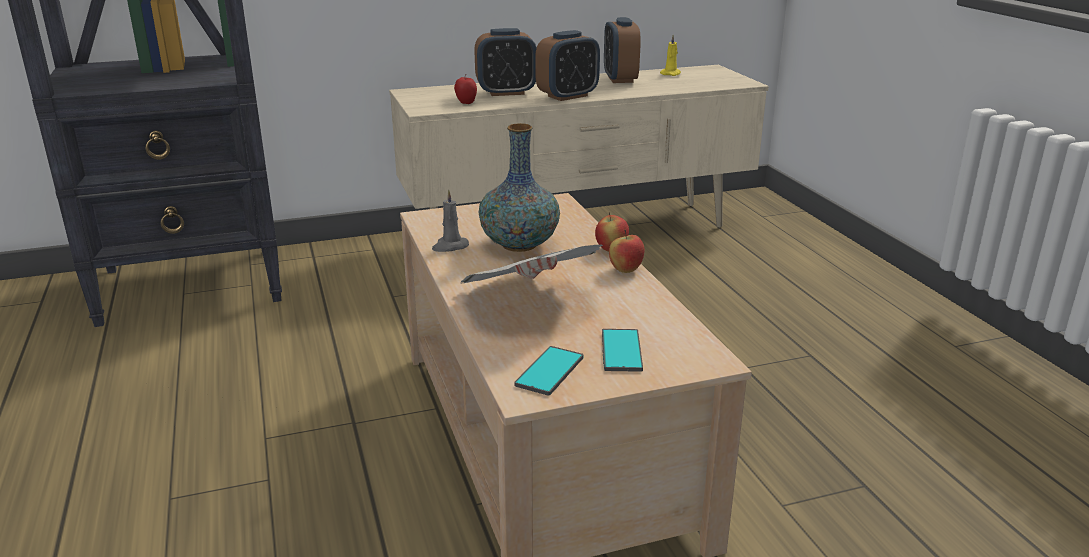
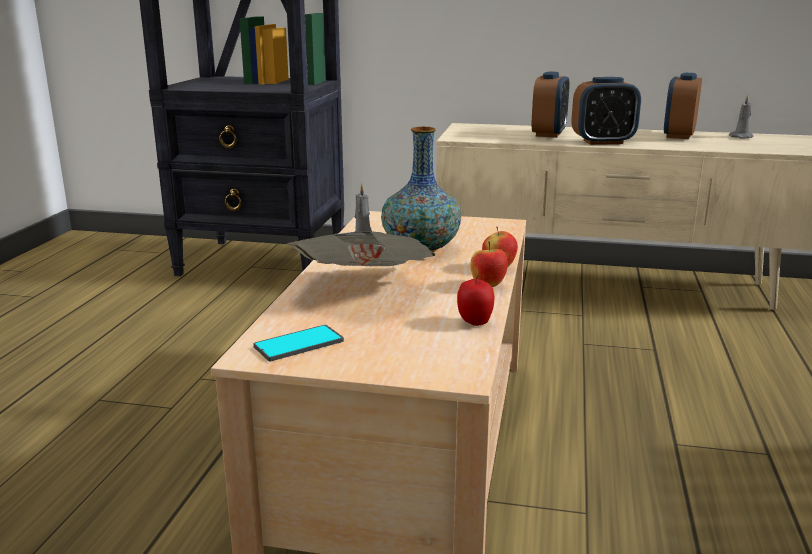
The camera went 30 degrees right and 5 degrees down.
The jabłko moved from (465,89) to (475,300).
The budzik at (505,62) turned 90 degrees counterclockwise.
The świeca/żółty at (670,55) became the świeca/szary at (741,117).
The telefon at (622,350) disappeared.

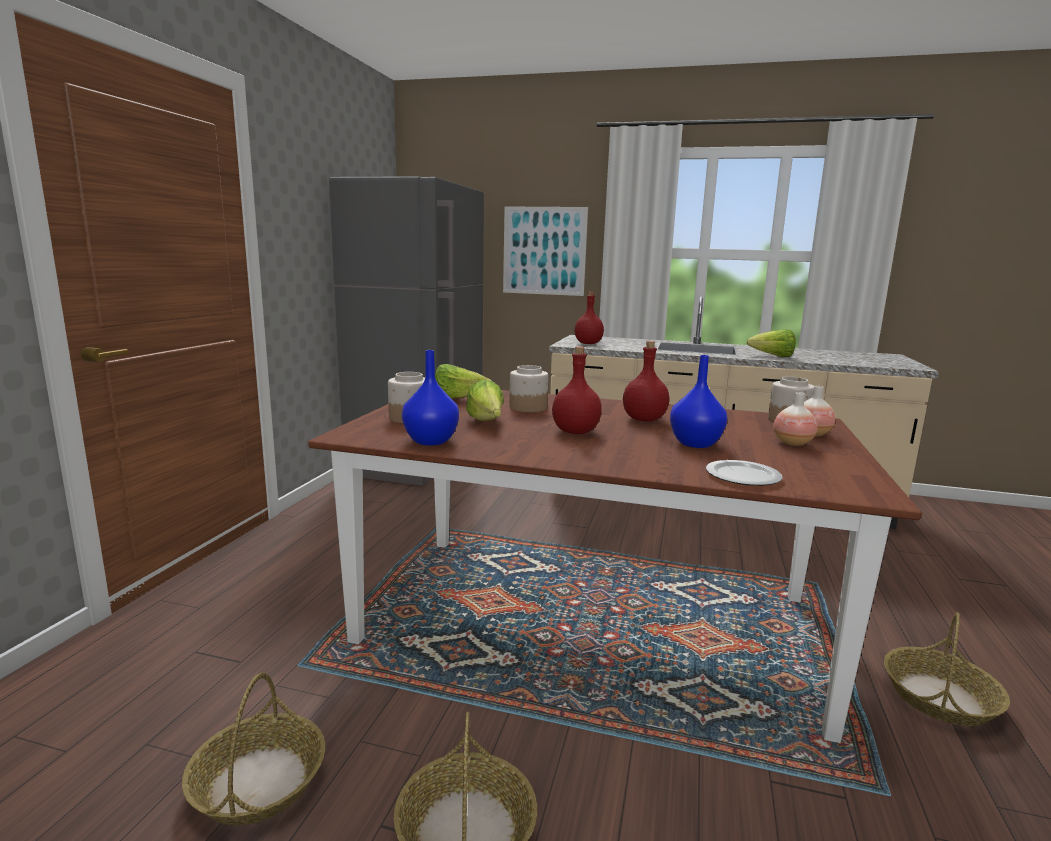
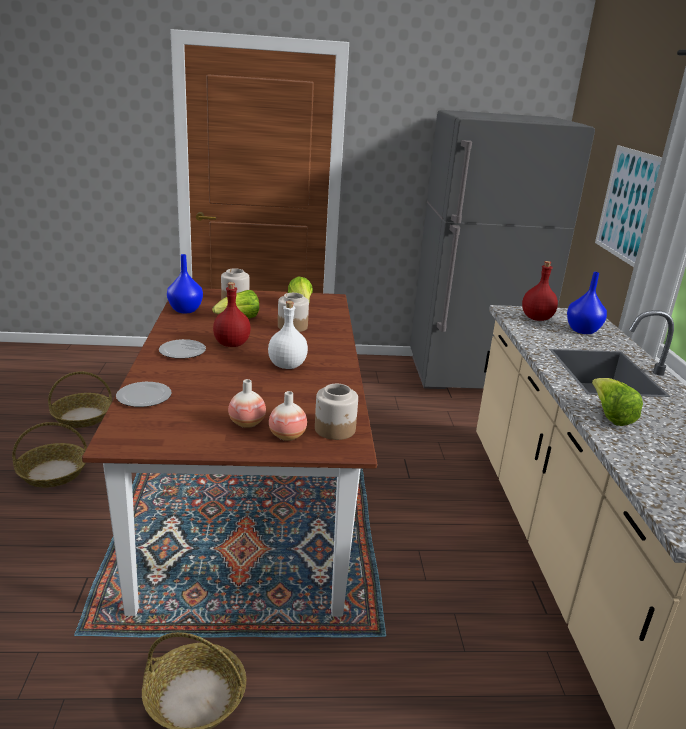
The camera went 70 degrees right and 10 degrees up.
The talerz at (182,349) appeared.
The butelka/czerwony at (646,381) became the butelka/biały at (288,335).
The wazon/niebieski moved from (698,401) to (587,303).

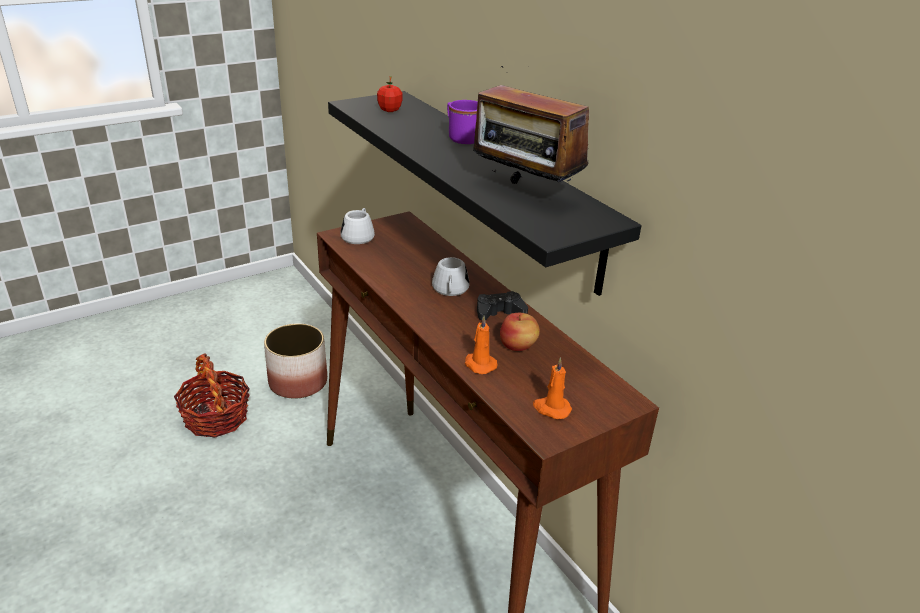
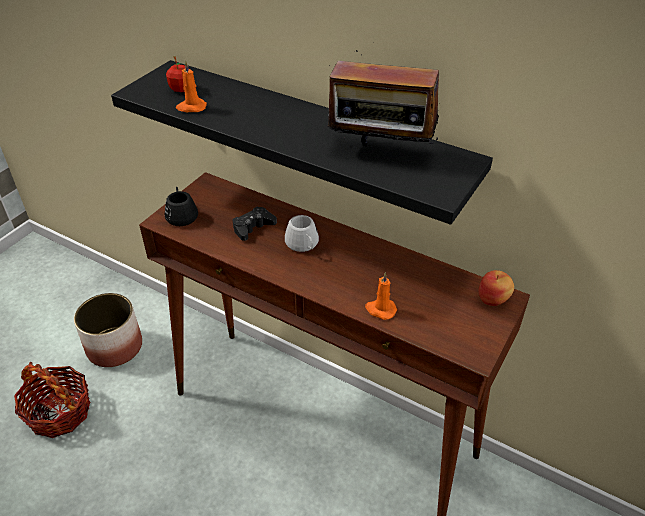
The camera went 25 degrees left and 10 degrees up.
The kubek/biały at (358,226) became the kubek/czarny at (181,206).
The świeca/pomarańczowy moved from (552,388) to (191,86).
The pad do gier/czarny moved from (502,305) to (255,223).
The jabłko moved from (520,332) to (496,288).
The kubek/fioletowy at (462,122) disappeared.

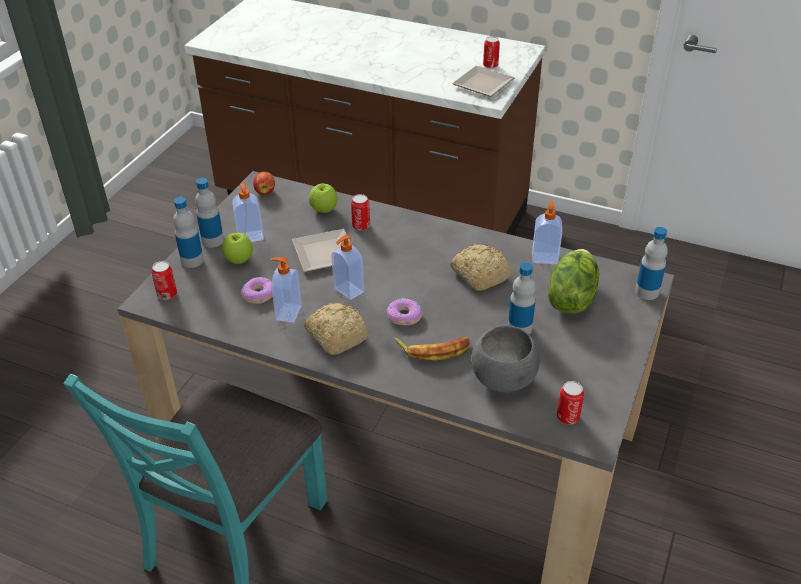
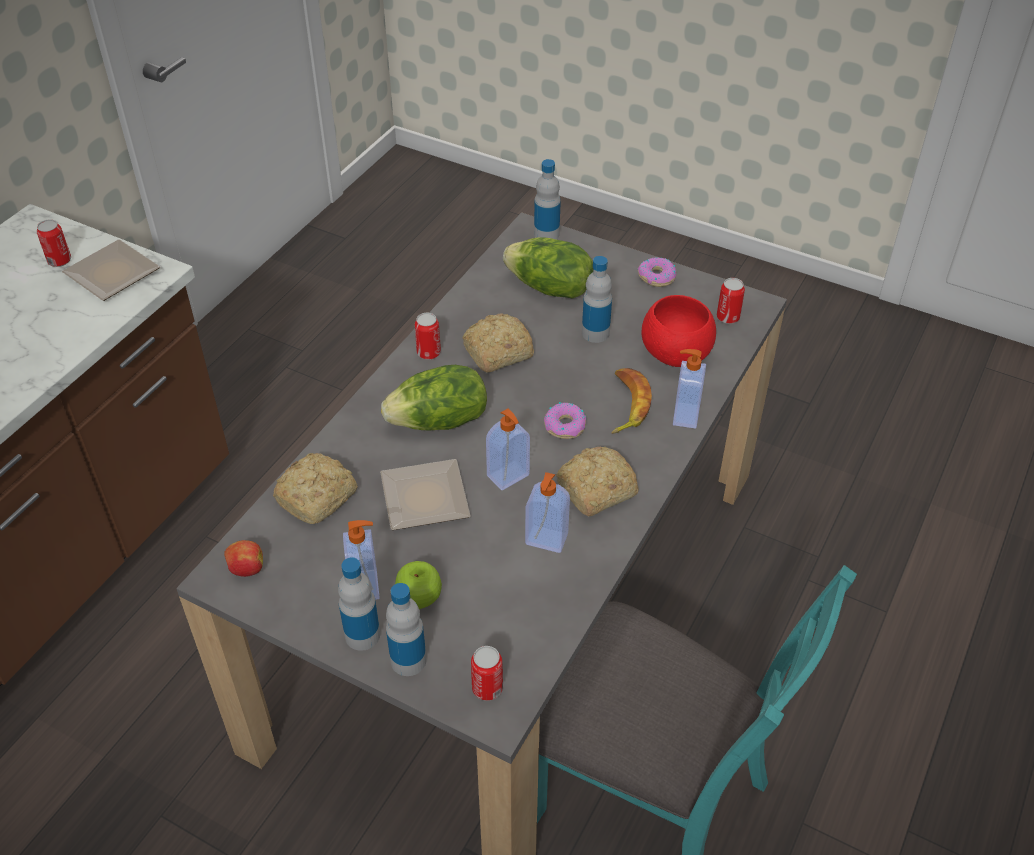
The camera went 85 degrees left and 5 degrees up.
The jabłko at (323,198) was replaced by the chleb at (315,488).
The sałata at (434,397) appeared.
The puszka moved from (360,212) to (428,336).
The donut moved from (257,290) to (657,272).
The miska/szary at (505,359) became the miska/czerwony at (678,331).
The dozownik mydła moved from (547,232) to (689,389).

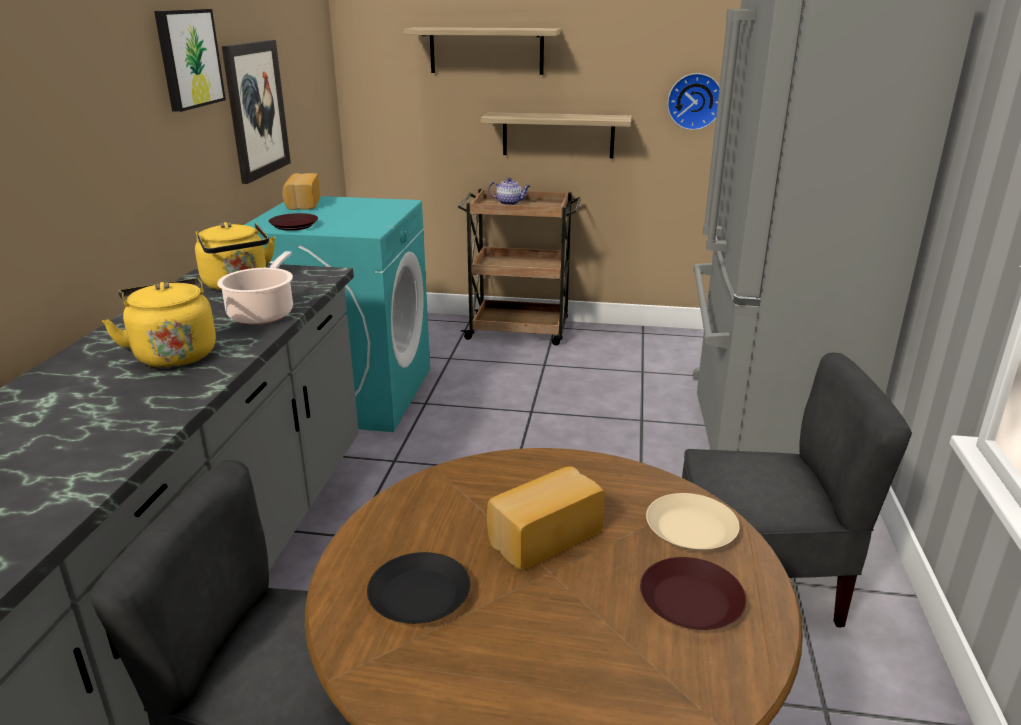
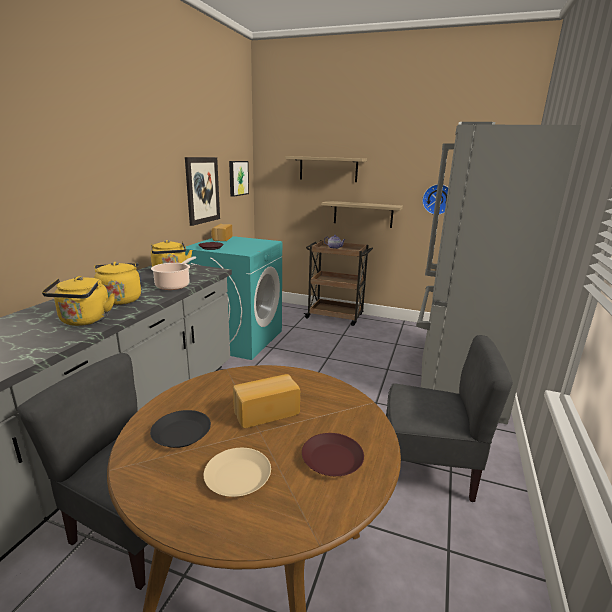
The camera went 10 degrees right and 5 degrees down.
The czajnik/żółty at (78,301) appeared.
The talerz/beżowy moved from (693,522) to (237,472).
The obraz moved from (190,60) to (239,179).

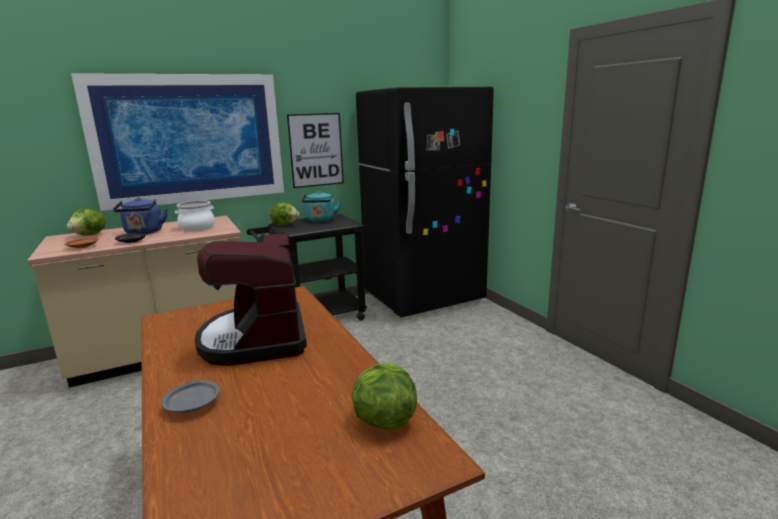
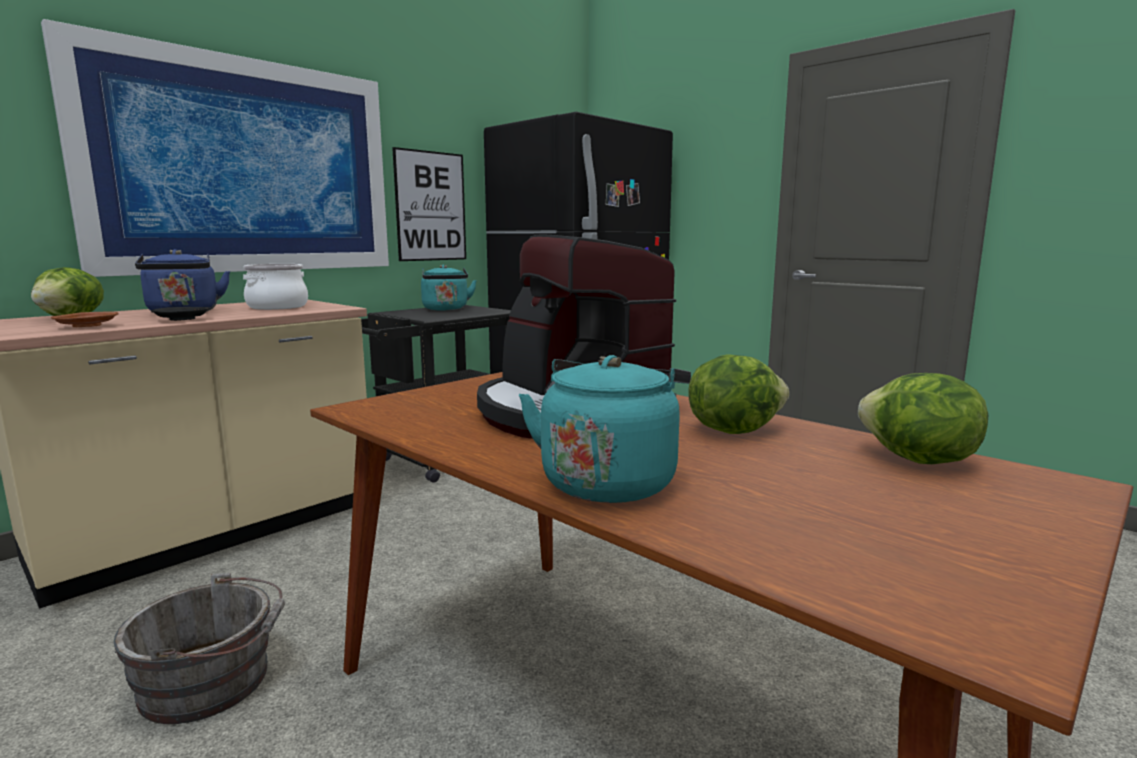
The camera went 20 degrees left and 5 degrees down.
The wiadro/szary at (199,648) appeared.
The talerz/szary at (190,396) was replaced by the czajnik/turkusowy at (605,429).
The sałata moved from (284,213) to (738,394).

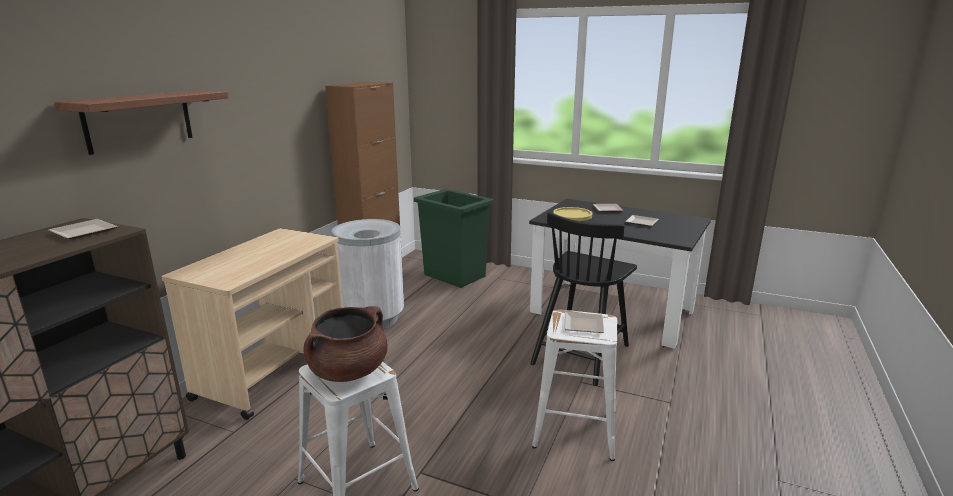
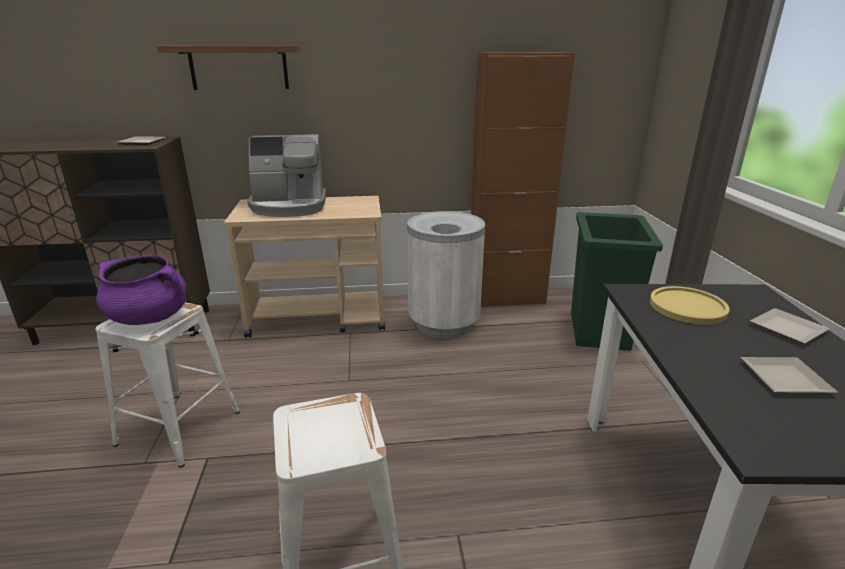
The camera went 60 degrees right and 5 degrees up.
The garnek/brązowy at (345,344) became the garnek/fioletowy at (141,290).
The ekspres do kawy at (286,175) appeared.
The krzesło/czarny at (583,299) disappeared.
The talerz at (584,322) disappeared.

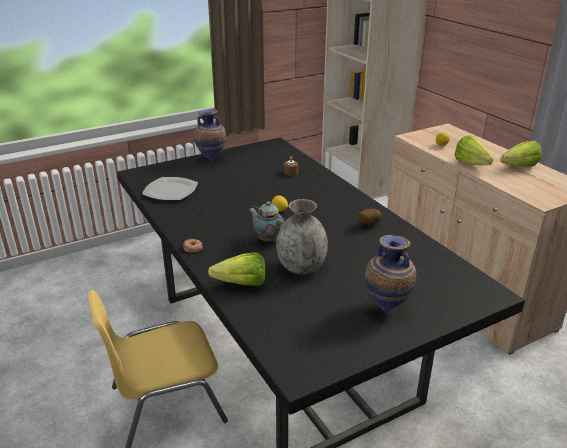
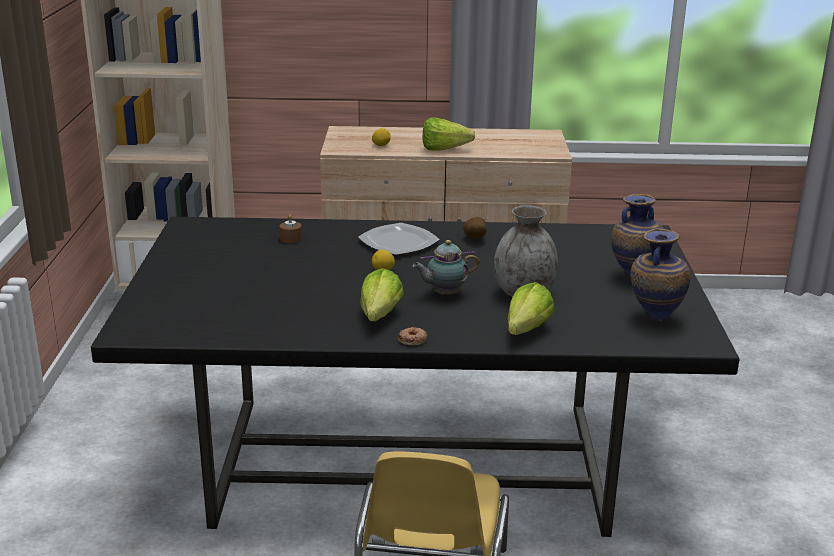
The camera went 60 degrees left and 5 degrees down.
The talerz moved from (170,188) to (399,239).
The sałata moved from (521,153) to (382,294).
The wazon moved from (210,135) to (660,274).

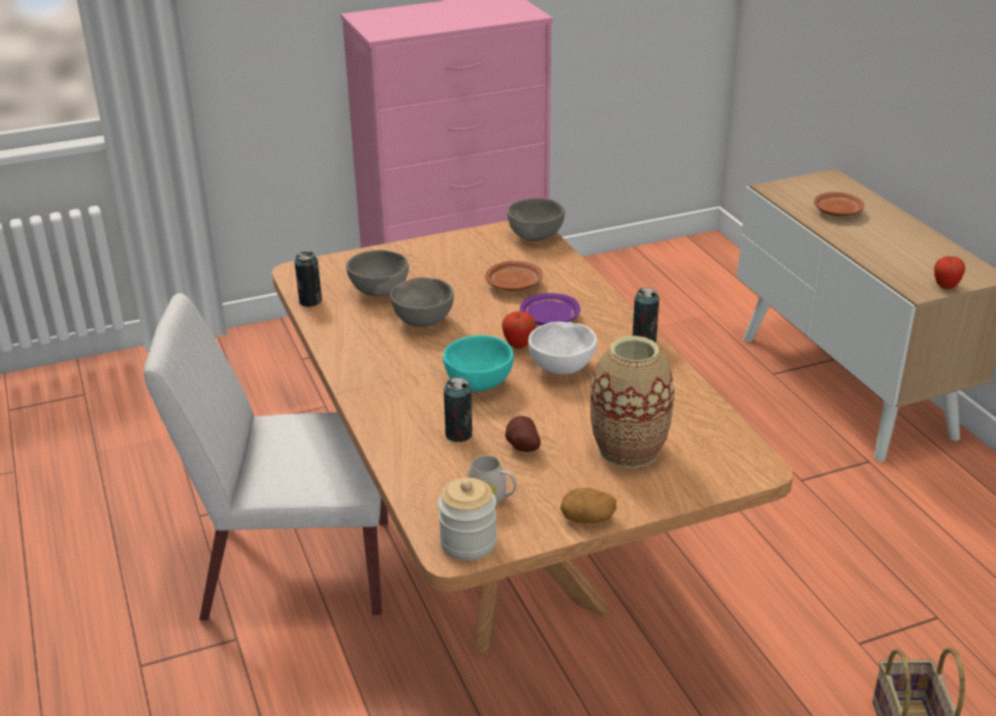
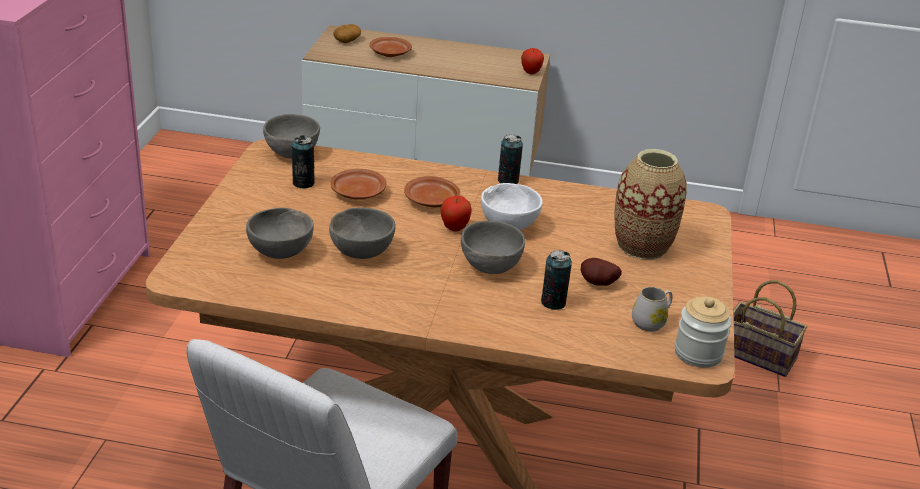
The camera went 60 degrees left and 0 degrees up.
The puszka moved from (308,279) to (303,161).
The ziemniak moved from (588,505) to (347,33).
The talerz/fioletowy at (550,309) became the talerz/brązowy at (432,191).
The miska/turkusowy at (478,363) became the miska/szary at (493,247).

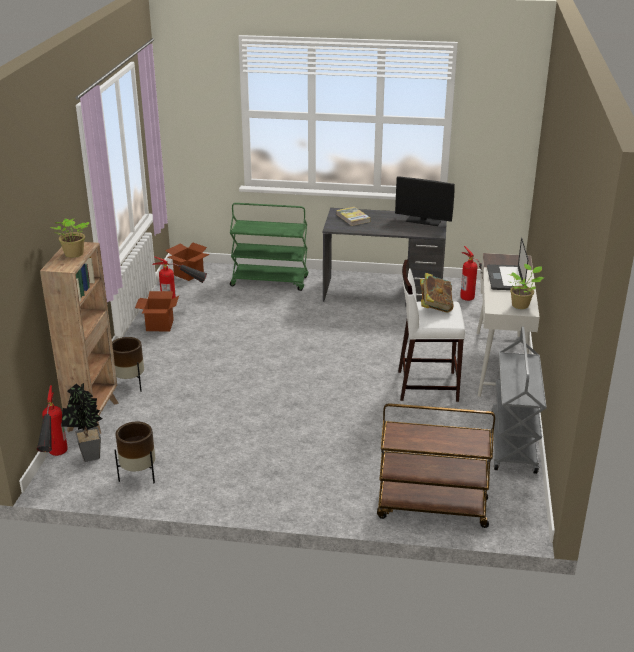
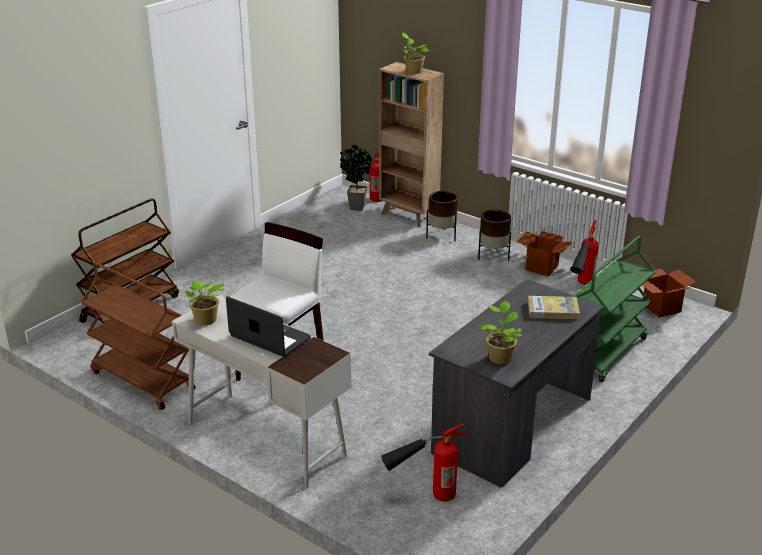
The camera went 120 degrees right and 0 degrees up.
The wózek/szary at (519,400) became the wózek/brązowy at (138,336).
The donica/brązowy moved from (134,452) to (494,235).
The monitor at (425,201) was replaced by the roślina doniczkowa at (500,332).
The książka at (437,293) disappeared.

